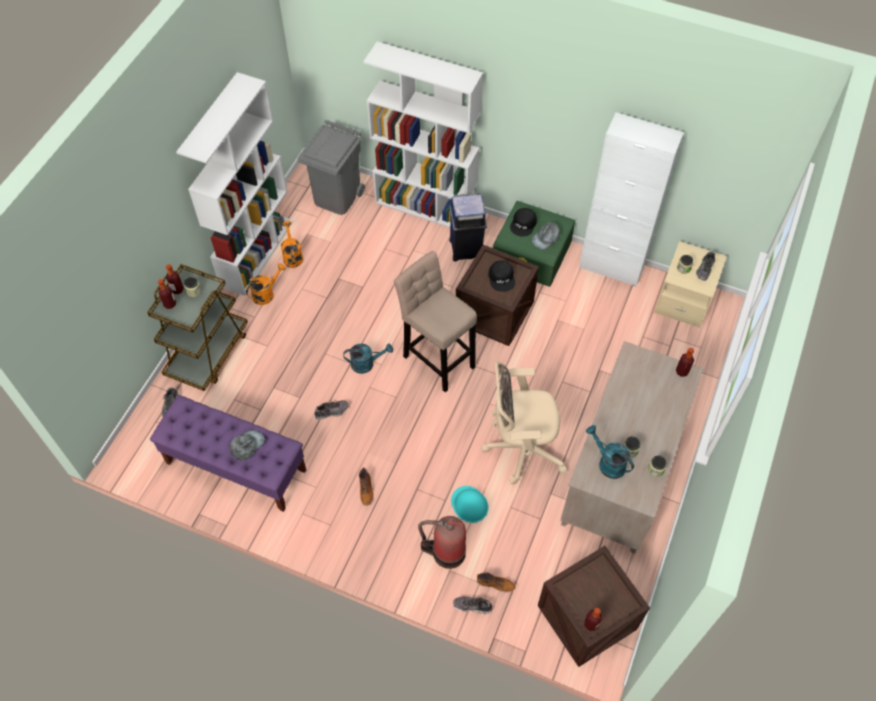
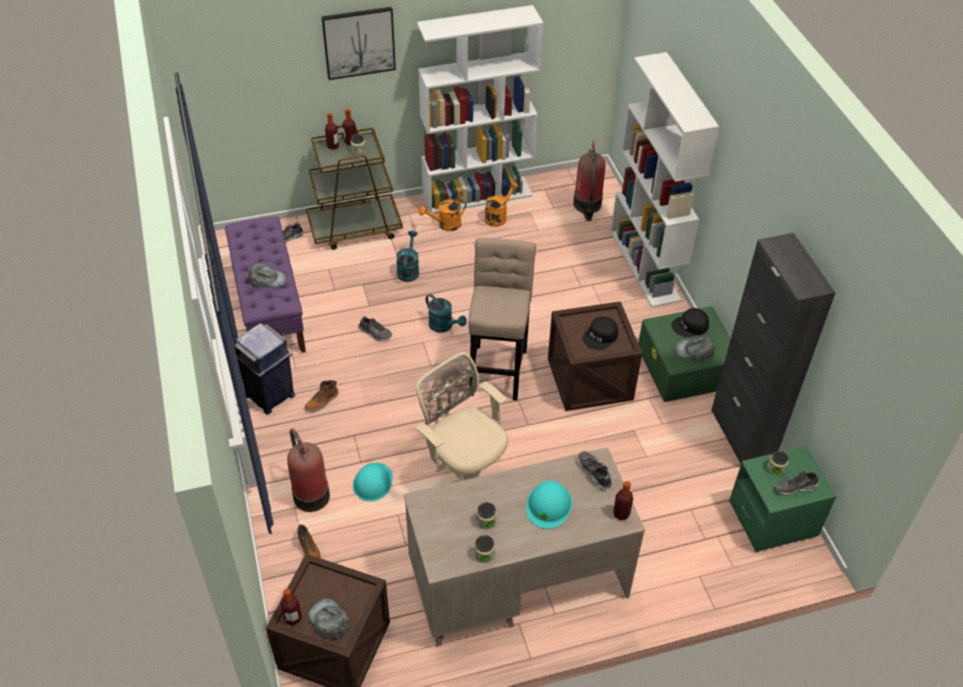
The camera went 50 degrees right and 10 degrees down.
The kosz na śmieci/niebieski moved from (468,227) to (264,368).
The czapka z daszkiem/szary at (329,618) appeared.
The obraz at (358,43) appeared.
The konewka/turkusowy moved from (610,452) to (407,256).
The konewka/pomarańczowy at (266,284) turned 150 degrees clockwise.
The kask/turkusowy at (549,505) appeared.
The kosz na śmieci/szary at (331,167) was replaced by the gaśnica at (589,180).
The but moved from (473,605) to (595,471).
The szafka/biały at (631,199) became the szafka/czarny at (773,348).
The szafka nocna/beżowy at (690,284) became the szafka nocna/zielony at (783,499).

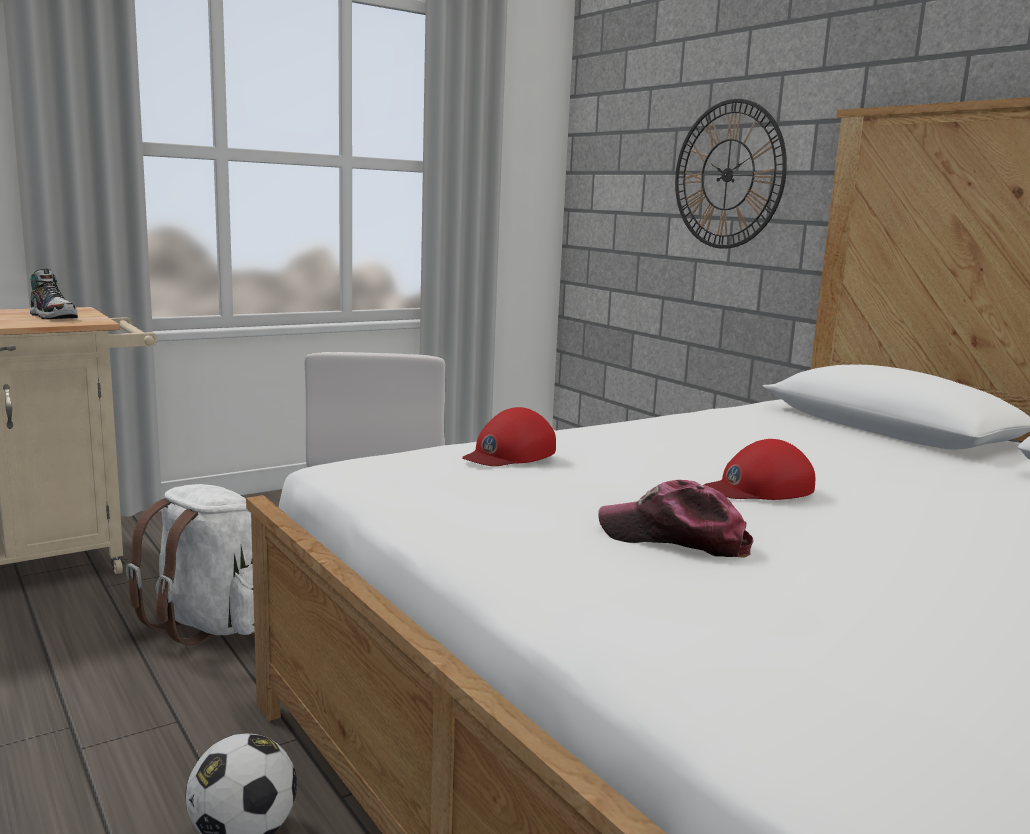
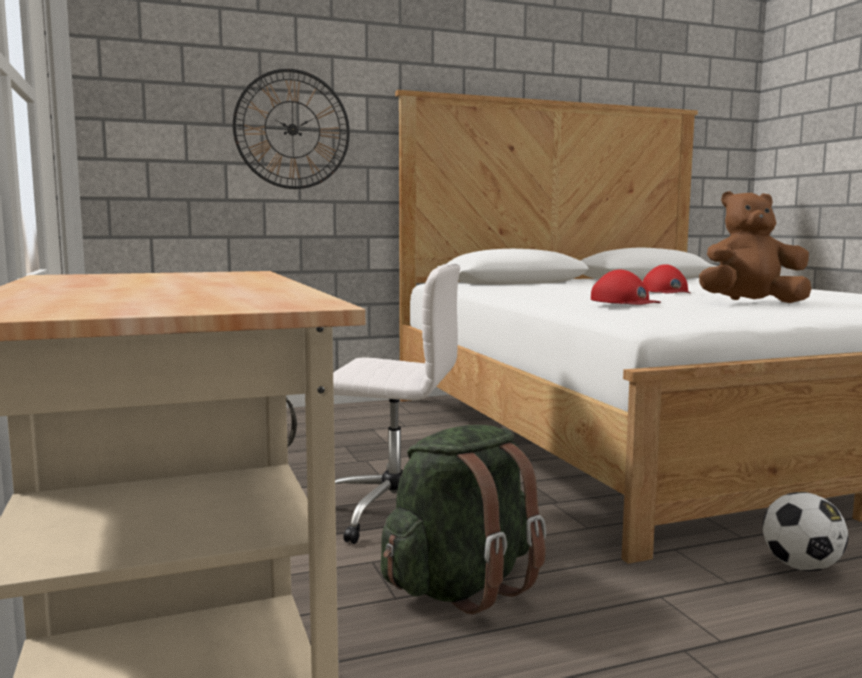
The camera went 75 degrees left and 5 degrees down.
The plecak/biały at (190,565) became the plecak/zielony at (463,519).
The czapka z daszkiem at (675,519) was replaced by the pluszak/brązowy at (755,247).
The but at (54,294) disappeared.

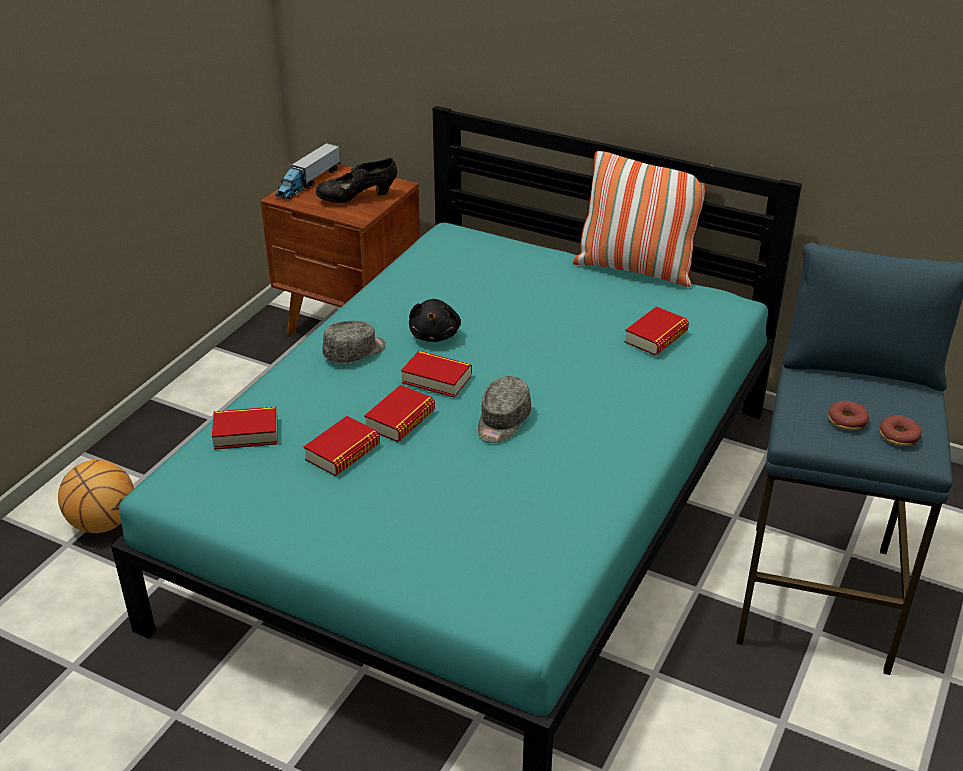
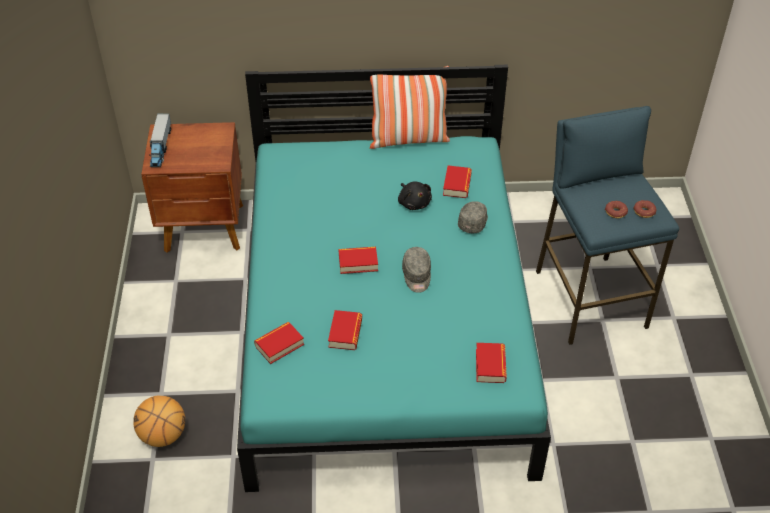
The camera went 30 degrees left and 10 degrees up.
The pluszak/czarny moved from (435,320) to (415,195).
The czapka z daszkiem/szary moved from (354,342) to (473,217).
The książka moved from (399,413) to (491,363).
The but/czarny at (356,180) disappeared.

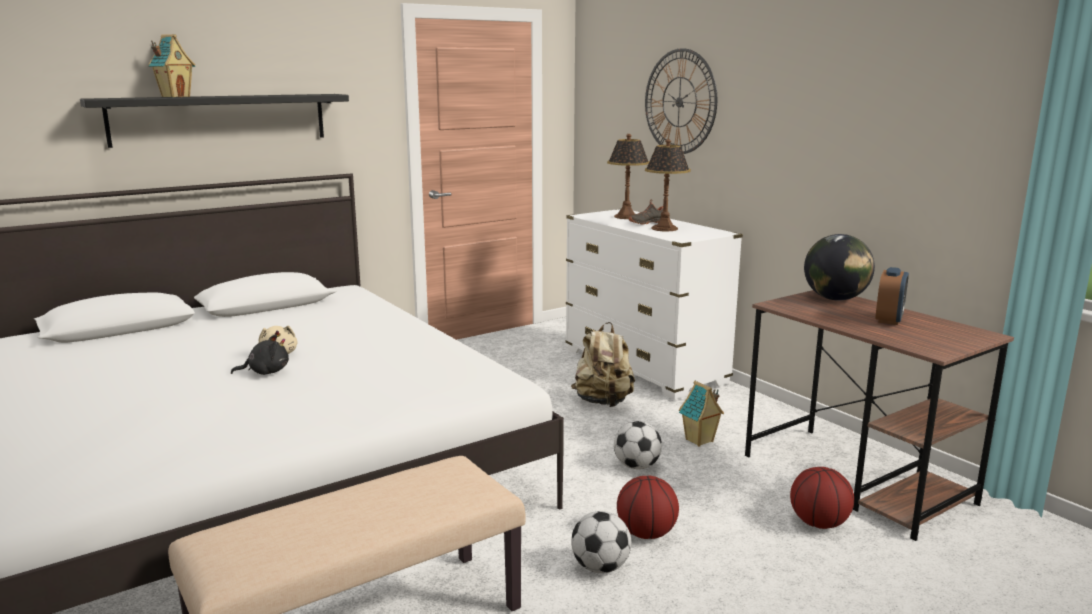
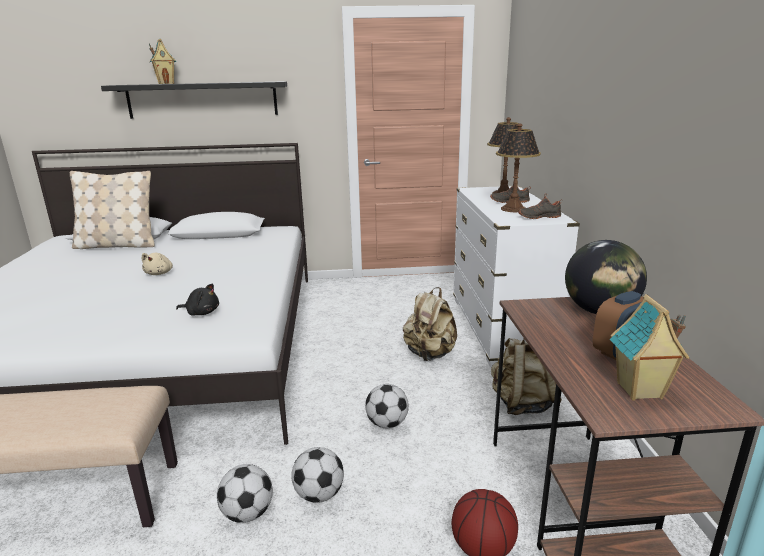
The camera went 30 degrees right and 5 degrees up.
The poduszka/beżowy at (112,210) appeared.
The pluszak/czarny moved from (260,354) to (197,299).
The piłka do koszykówki at (648,507) was replaced by the piłka futbolowa at (317,475).
The plecak/beżowy at (526,376) appeared.
The but/czarny at (540,206) appeared.
The domek moved from (701,414) to (649,347).
The zegar ścienny at (681,101) disappeared.

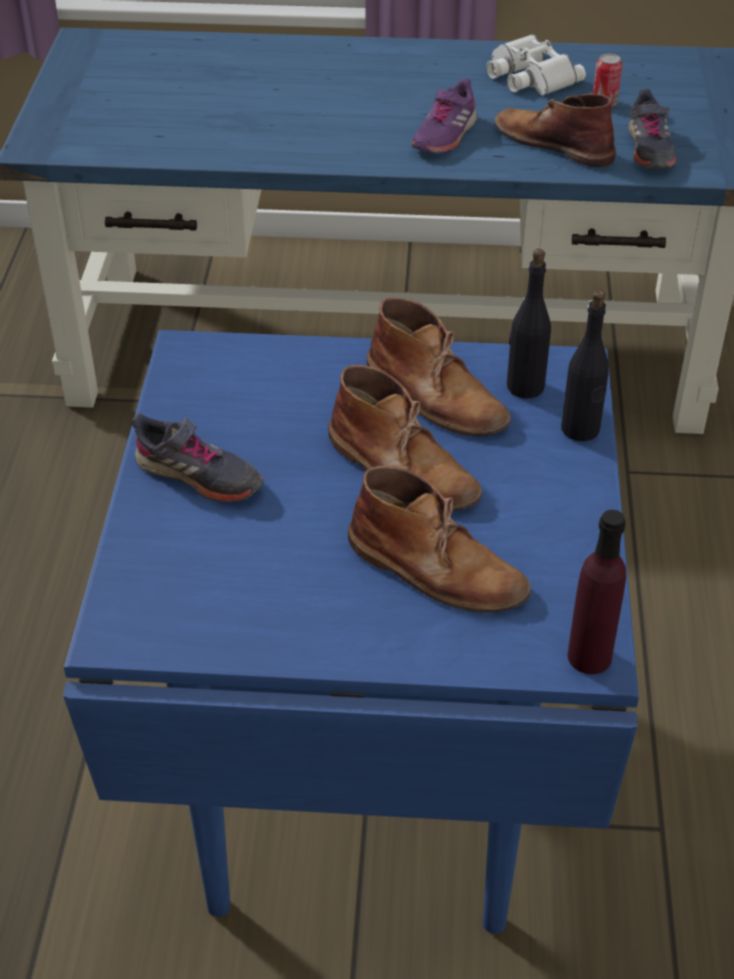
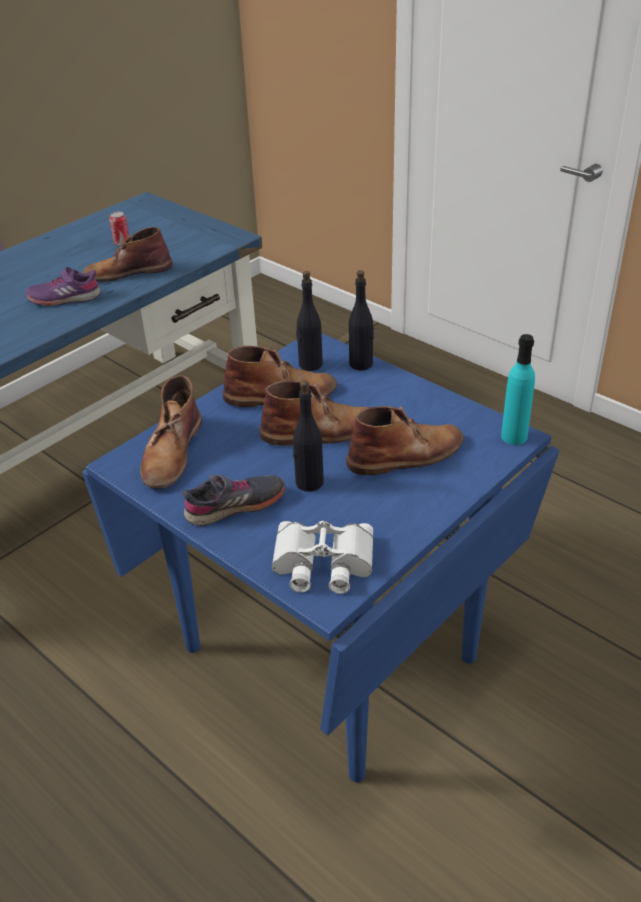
The camera went 50 degrees left and 5 degrees down.
The but/fioletowy at (444,115) turned 105 degrees clockwise.
The but z cholewką/brązowy at (171,431) appeared.
The lornetka/biały moved from (536,64) to (322,557).
The butelka/czarny at (308,436) appeared.
The butelka/fioletowy at (597,592) became the butelka/turkusowy at (518,389).
The but/szary at (652,128) disappeared.

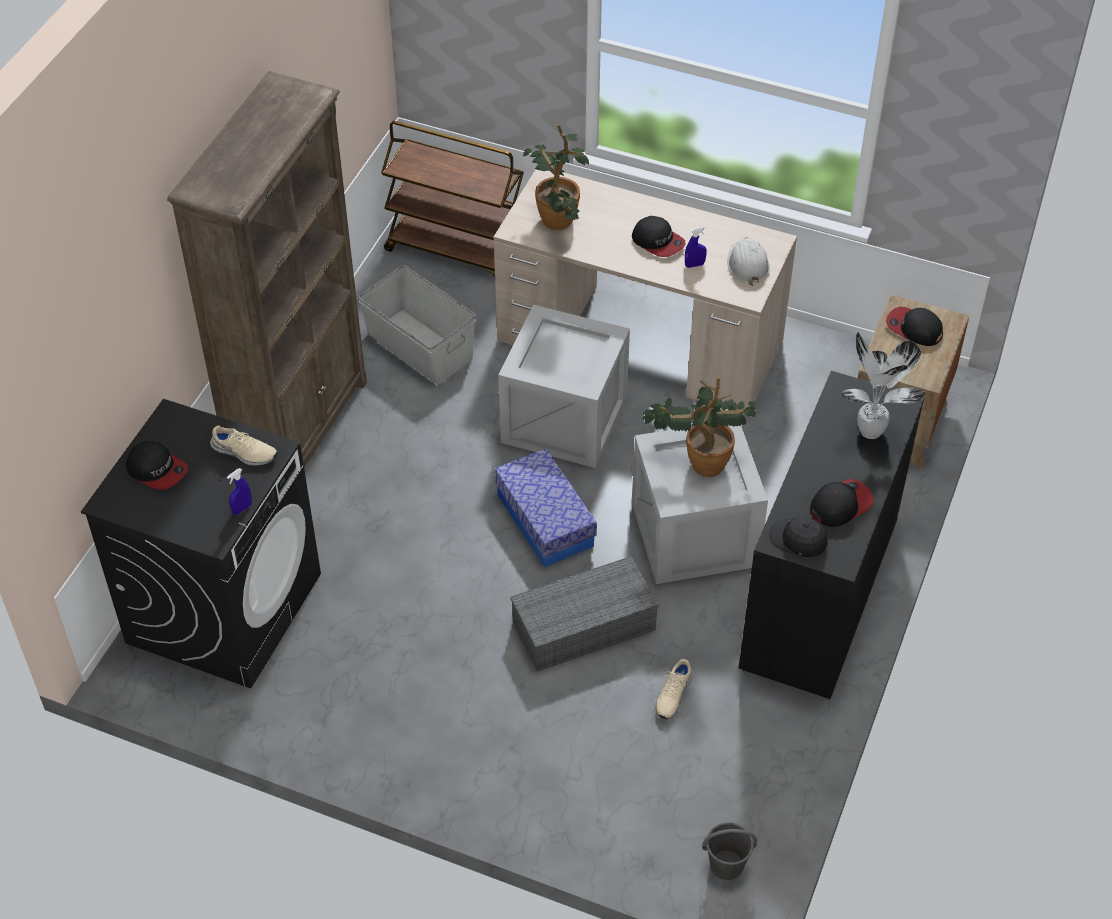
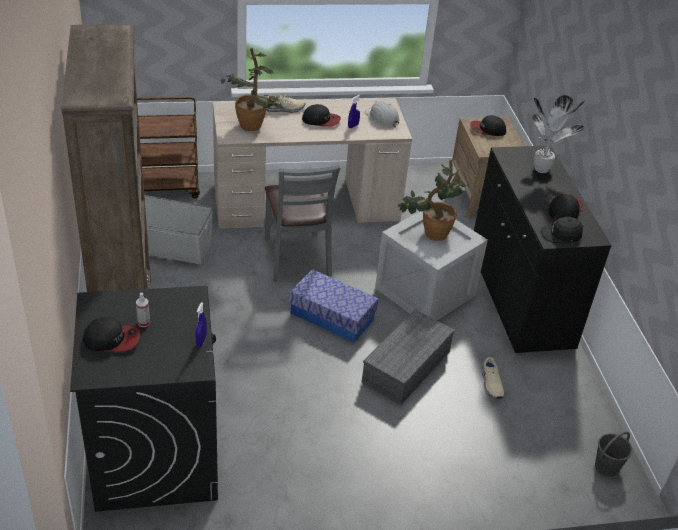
The camera went 35 degrees left and 10 degrees down.
The spryskiwacz at (143,310) appeared.
The skrzynka at (564,386) was replaced by the krzesło/szary at (302,223).
The but/beżowy moved from (243,446) to (285,103).

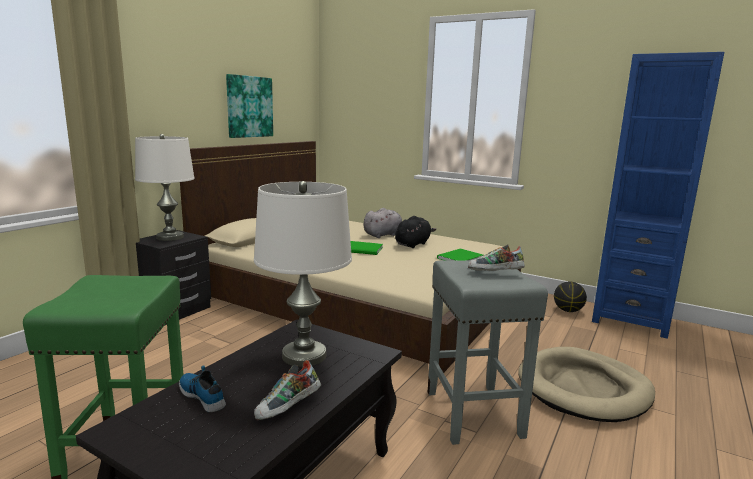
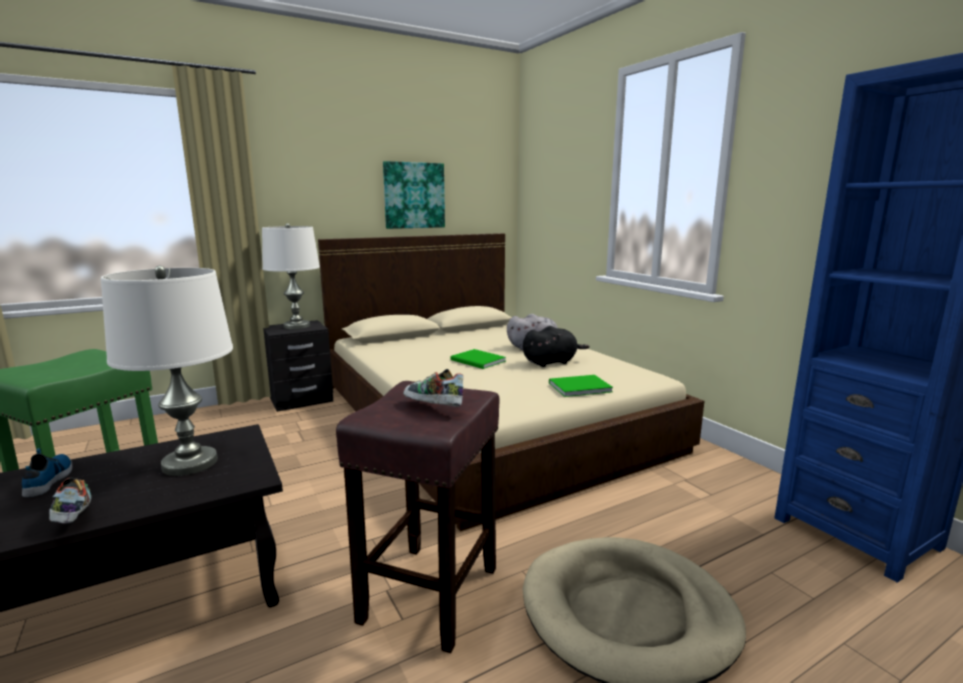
The camera went 30 degrees right and 0 degrees up.
The but at (287,390) turned 75 degrees clockwise.
The stołek/szary at (488,352) became the stołek/brązowy at (418,517).
The piłka do koszykówki at (570,296) disappeared.

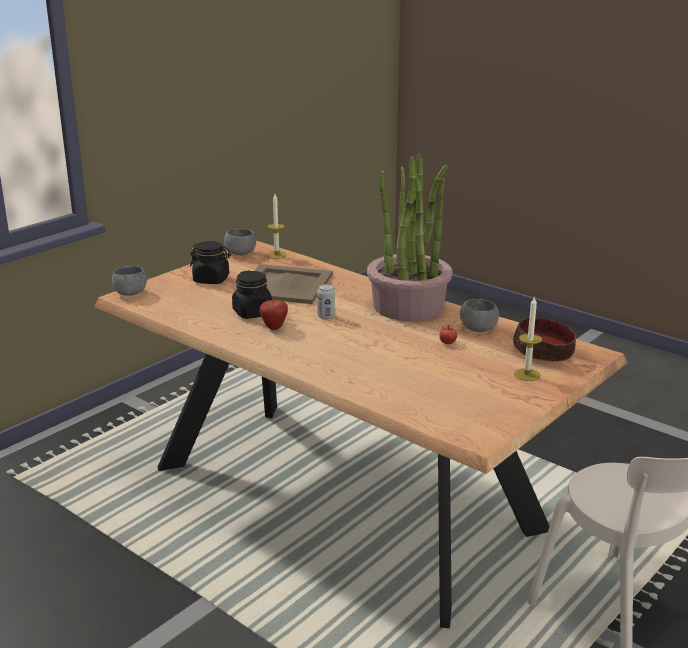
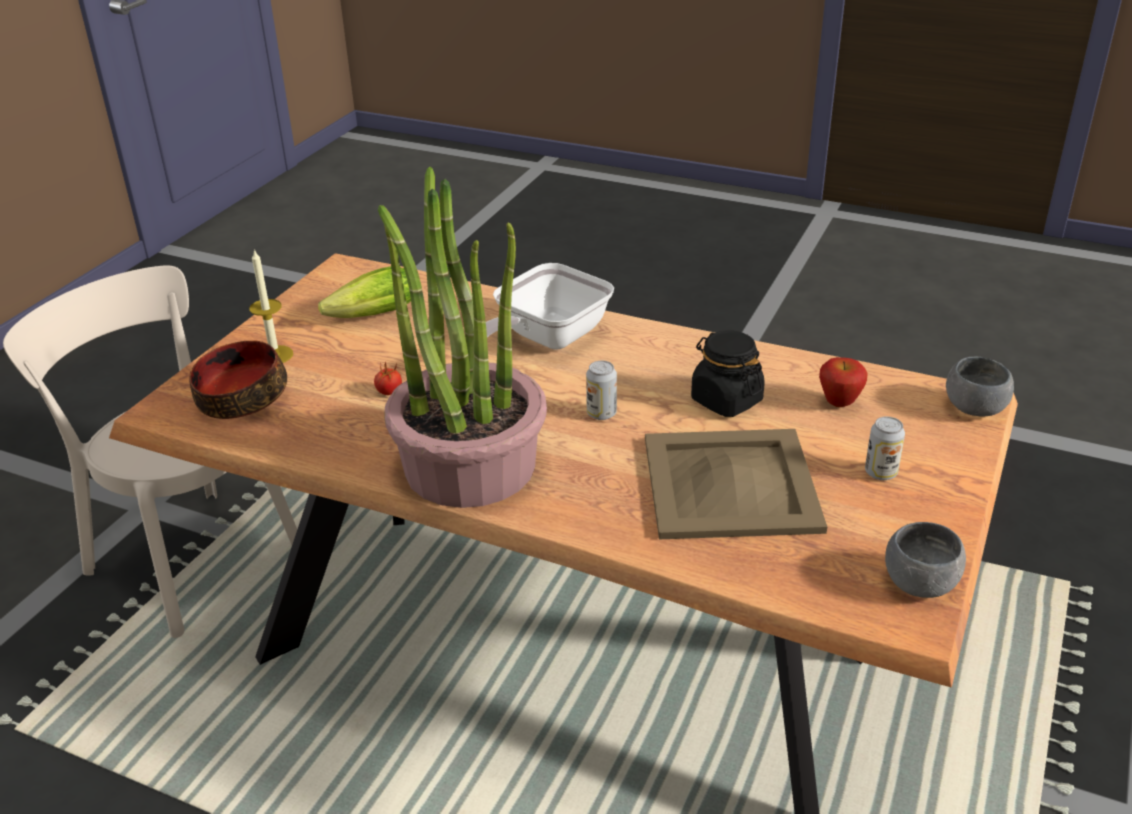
The camera went 165 degrees right and 10 degrees up.
The sałata at (364,292) appeared.
The patelnia at (550,306) appeared.
The jabłko moved from (274,315) to (843,382).
The słoik/czarny at (210,262) was replaced by the puszka at (885,448).
The świeca at (277,226) disappeared.
The miska/szary at (479,315) disappeared.

